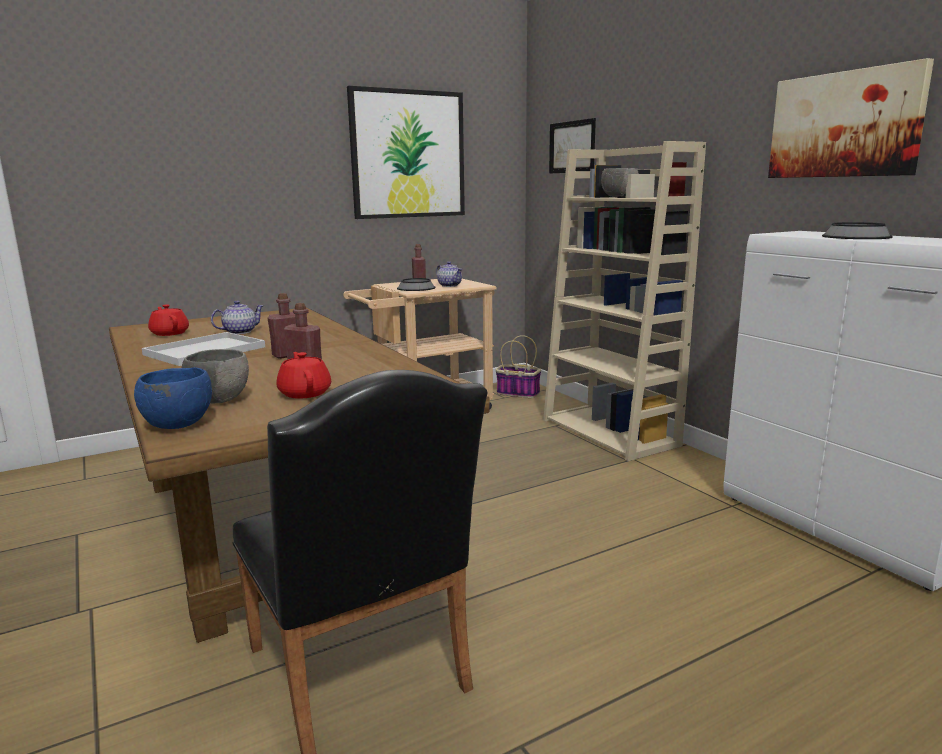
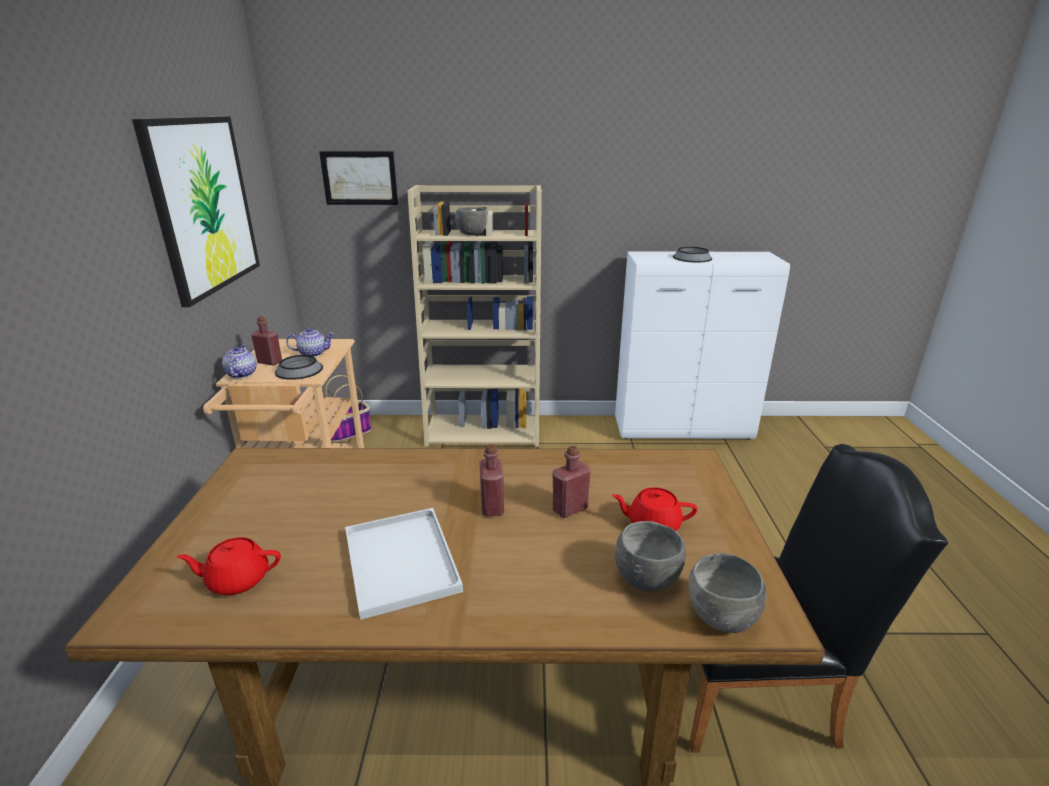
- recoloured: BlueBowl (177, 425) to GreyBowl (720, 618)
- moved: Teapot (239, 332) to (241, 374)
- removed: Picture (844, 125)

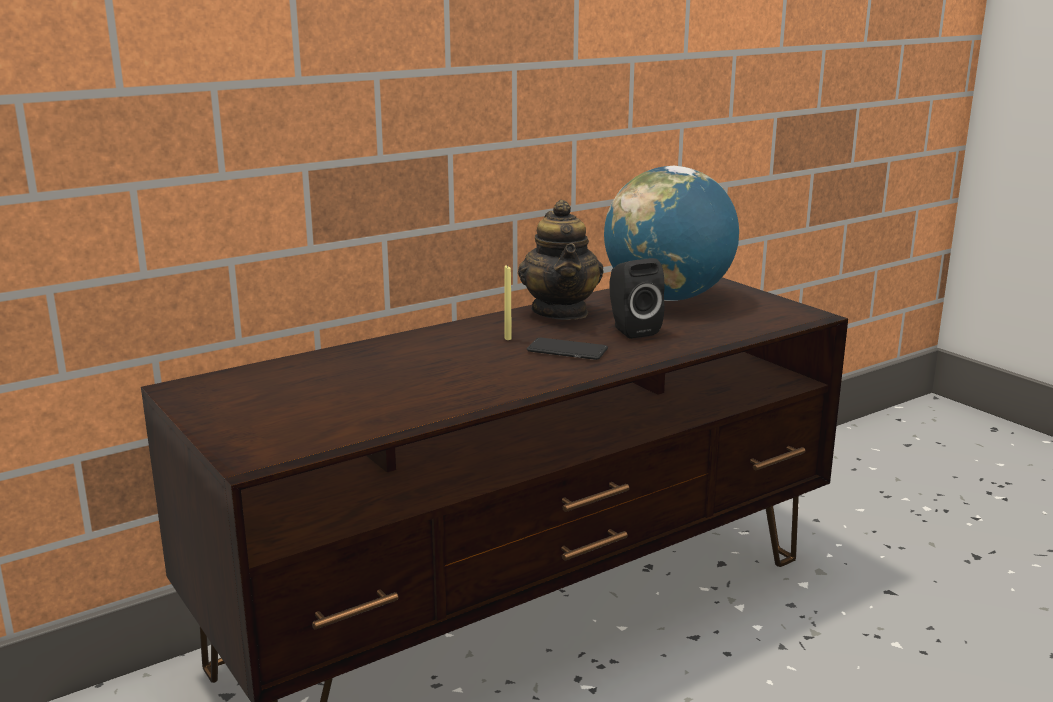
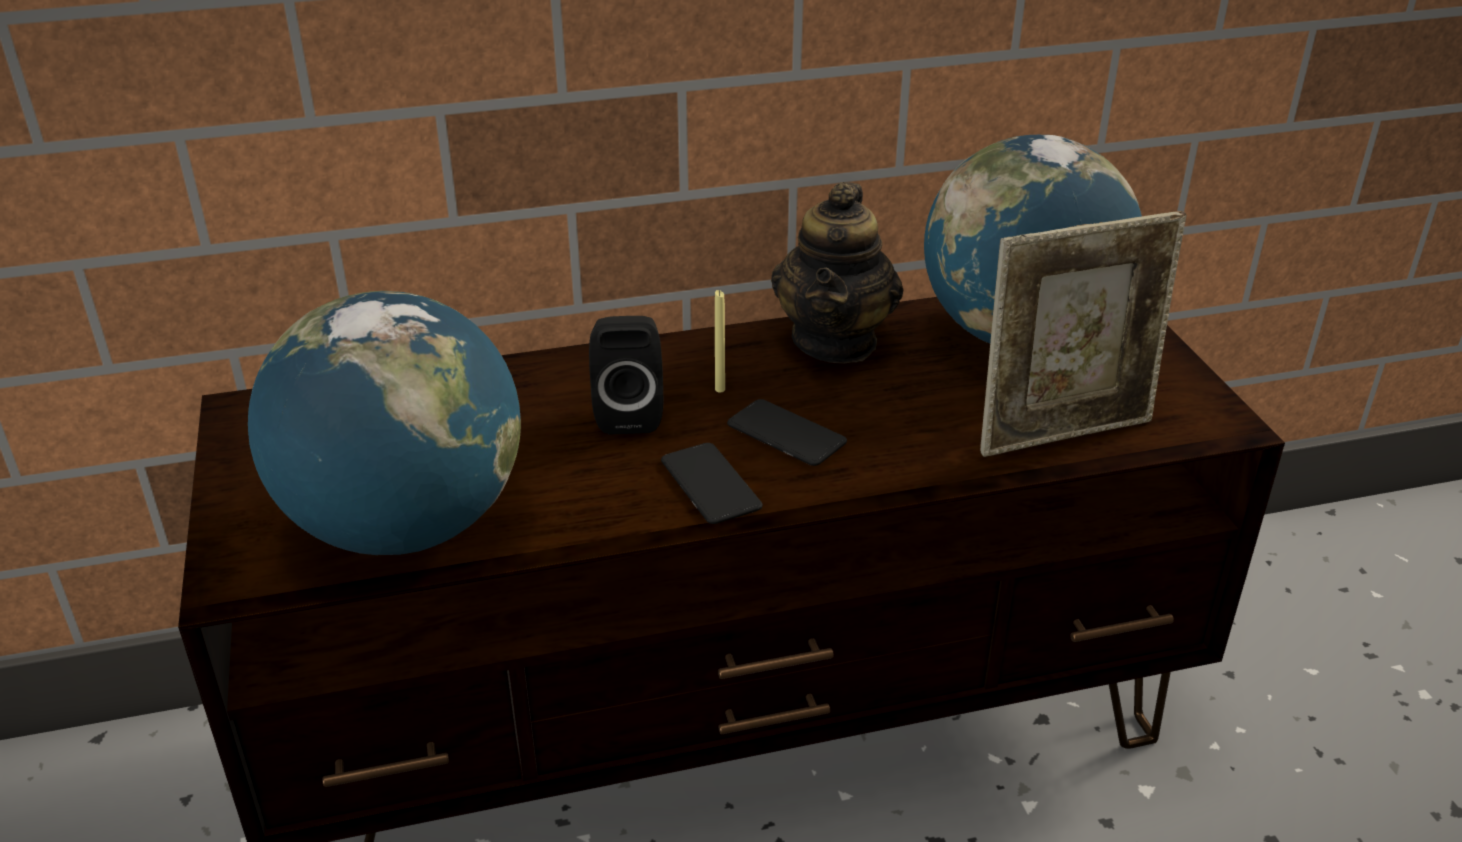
- moved: BlackSpeaker (631, 330) to (629, 413)
- added: Globe (405, 525)
- added: Phone (710, 485)
- added: PictureFrame (1064, 432)

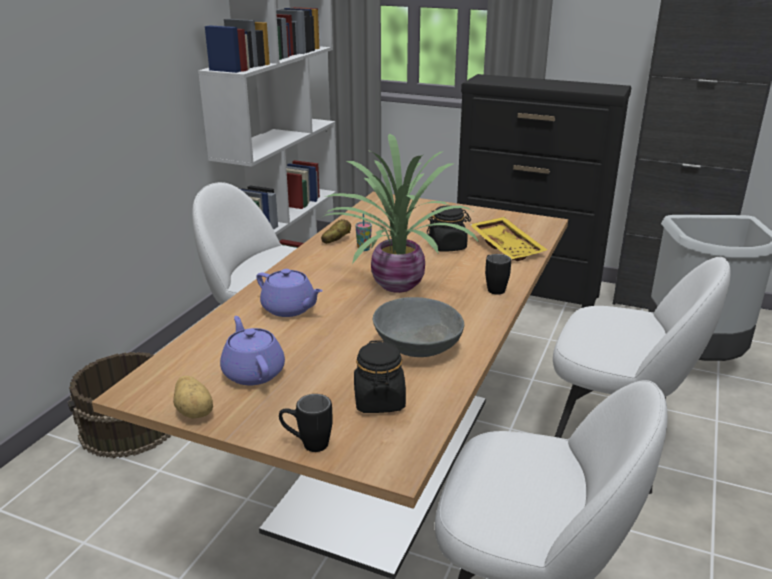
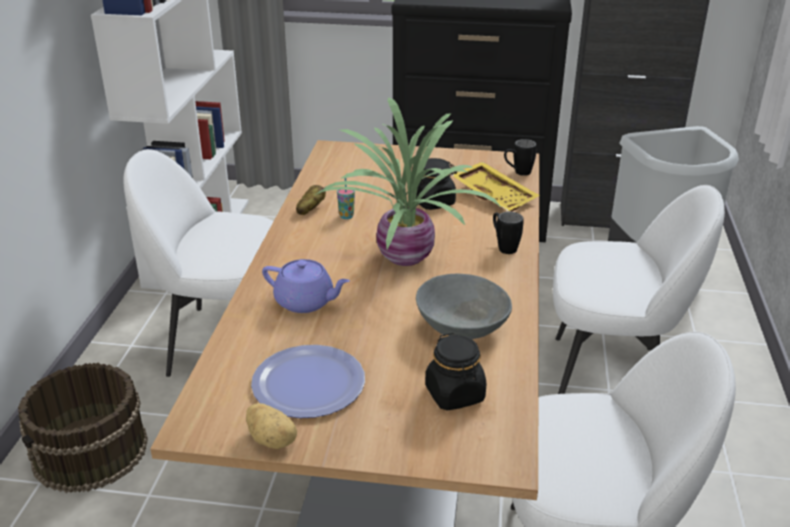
- replaced: PurpleTeapot (253, 372) to Plate (308, 383)
- moved: BlackMug (307, 444) to (518, 173)

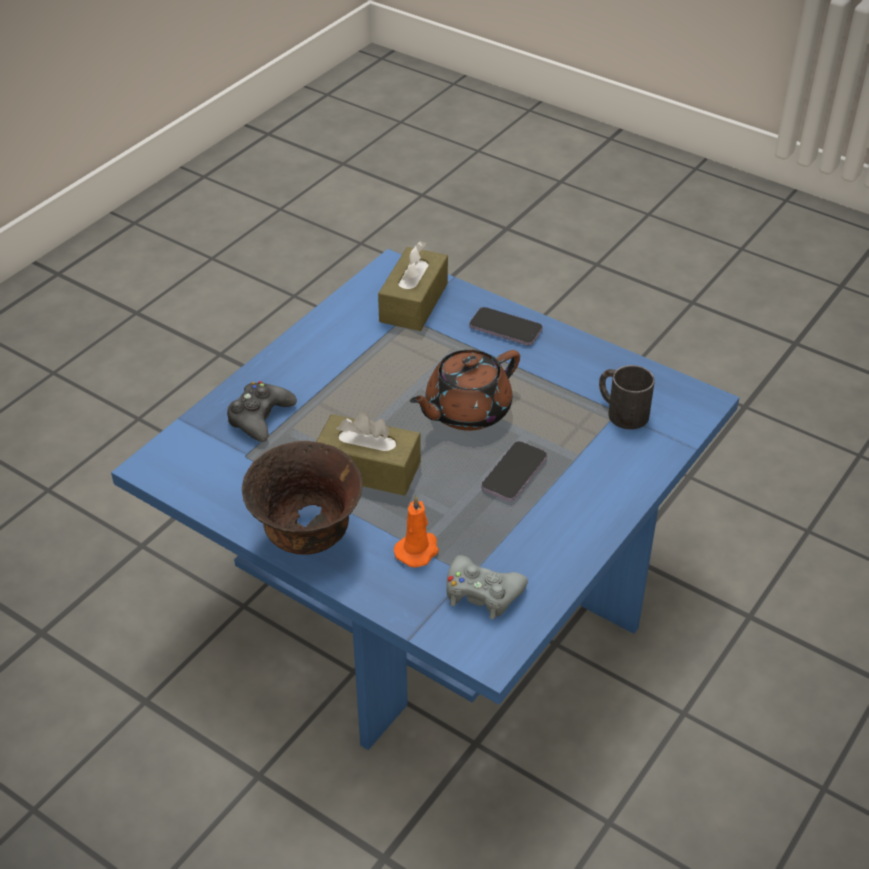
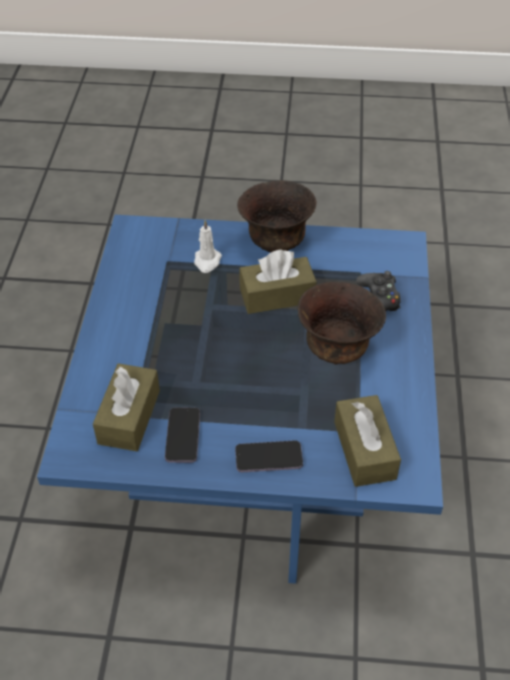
- recoloured: OrangeCandle (418, 550) to WhiteCandle (207, 261)
- removed: BrownTeapot (466, 411)
- removed: GreyGameController (482, 593)
- moved: Phone (514, 473) to (183, 436)
- replaced: BlackMug (621, 411) to BrownTissueBox (129, 417)
- added: BrownBowl (336, 349)

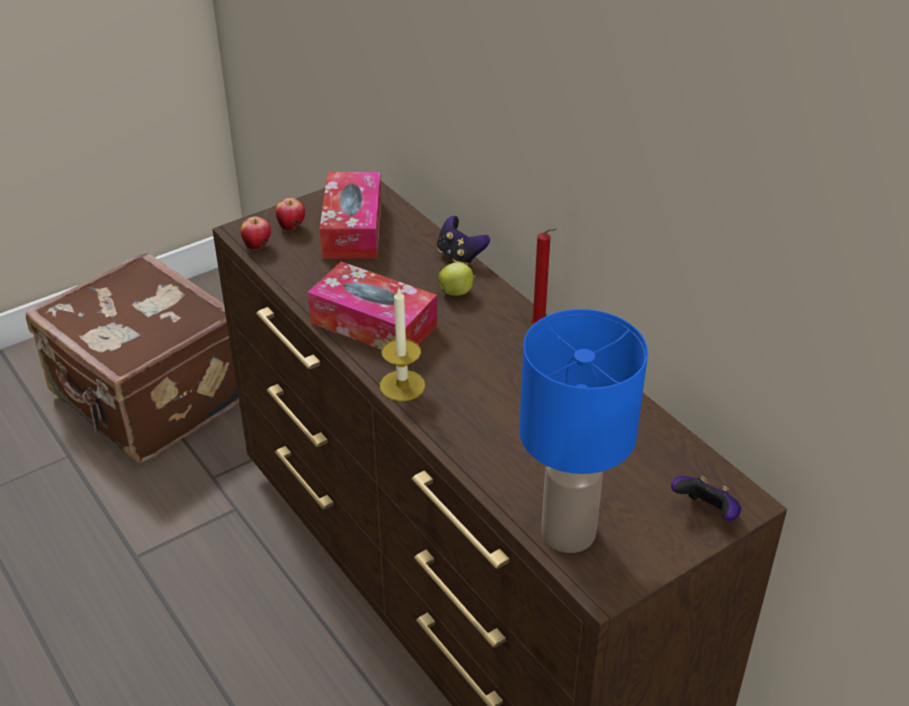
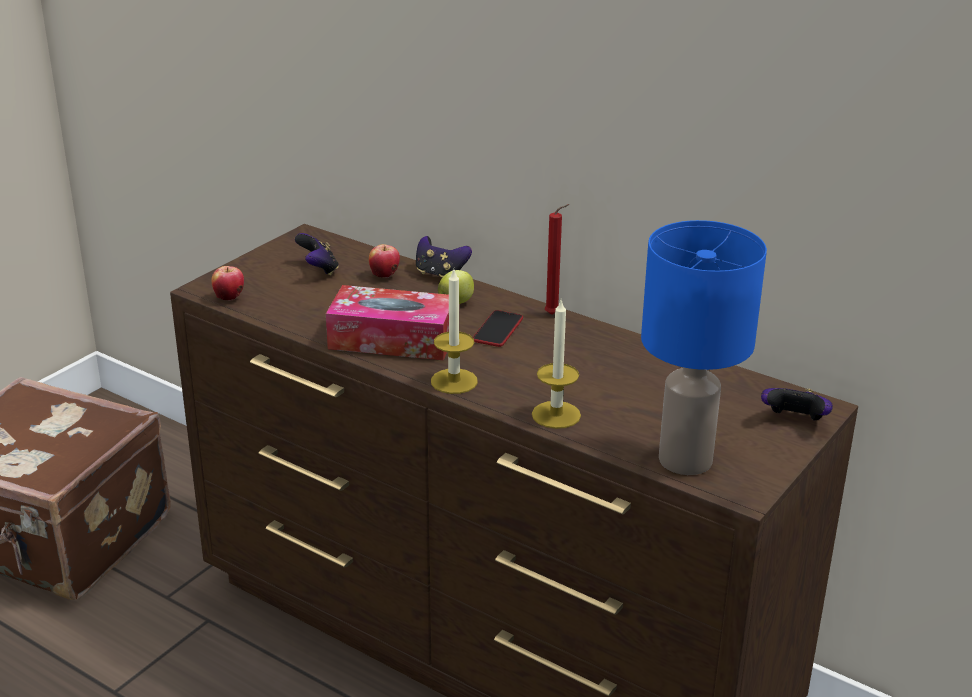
- moved: Apple (292, 227) to (384, 275)
- replaced: TissueBox (352, 229) to GameController (318, 270)
- added: Phone (498, 330)
- added: Candle (556, 415)

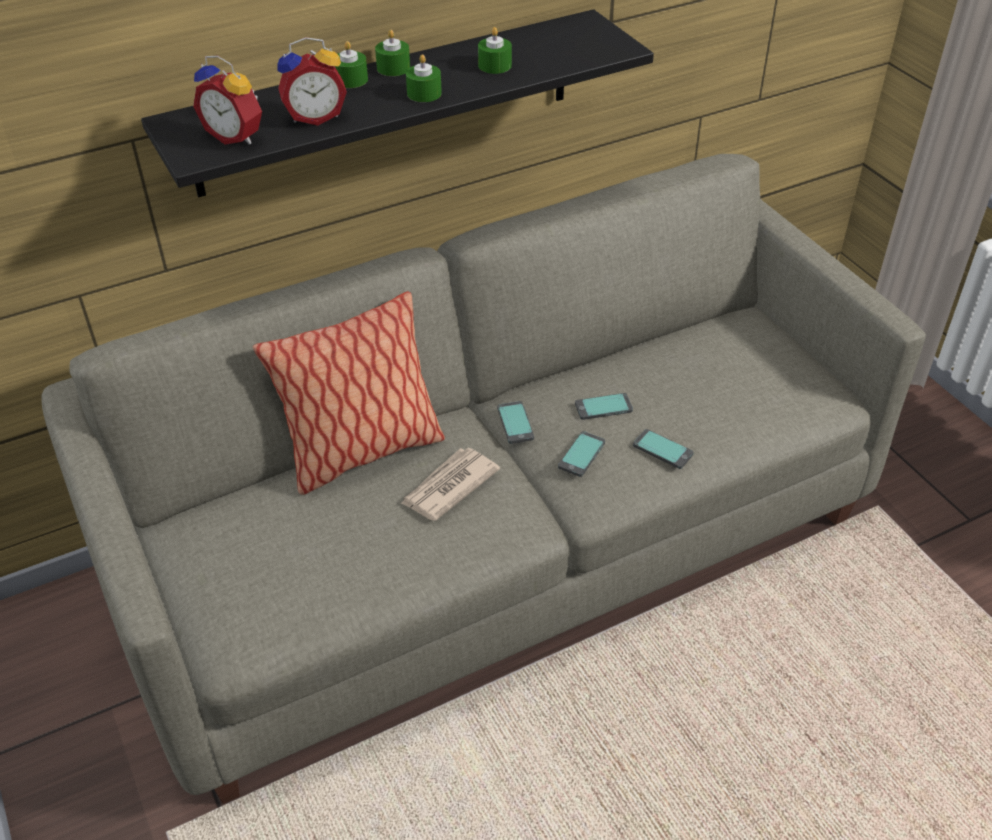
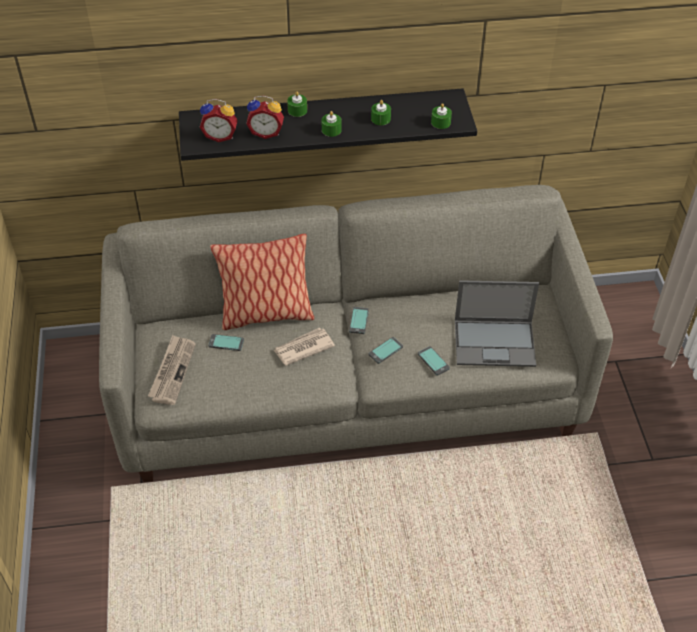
- turned: AlarmClock (236, 136) = (220, 136) 45 degrees counterclockwise
- moved: GreenCandle (393, 68) to (441, 122)
- moved: Phone (603, 407) to (226, 343)
- added: Newspaper (172, 371)
- added: Laptop (495, 342)

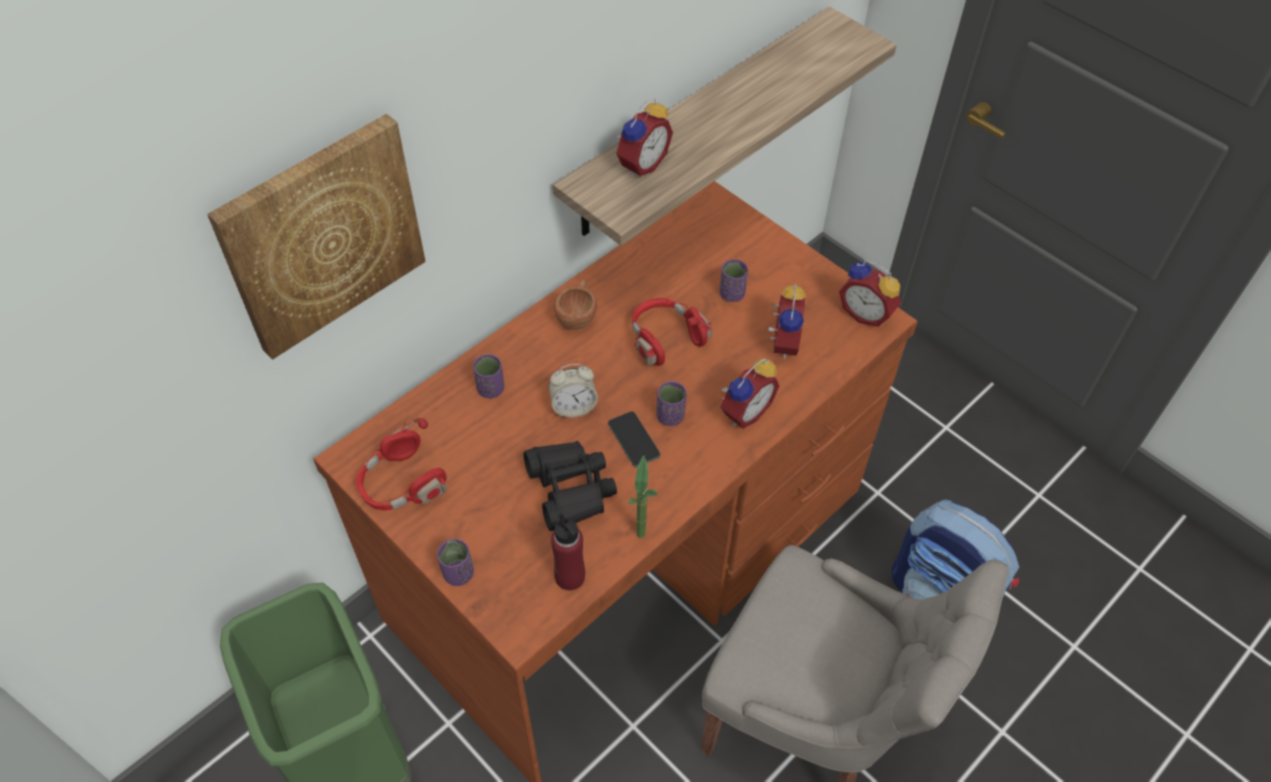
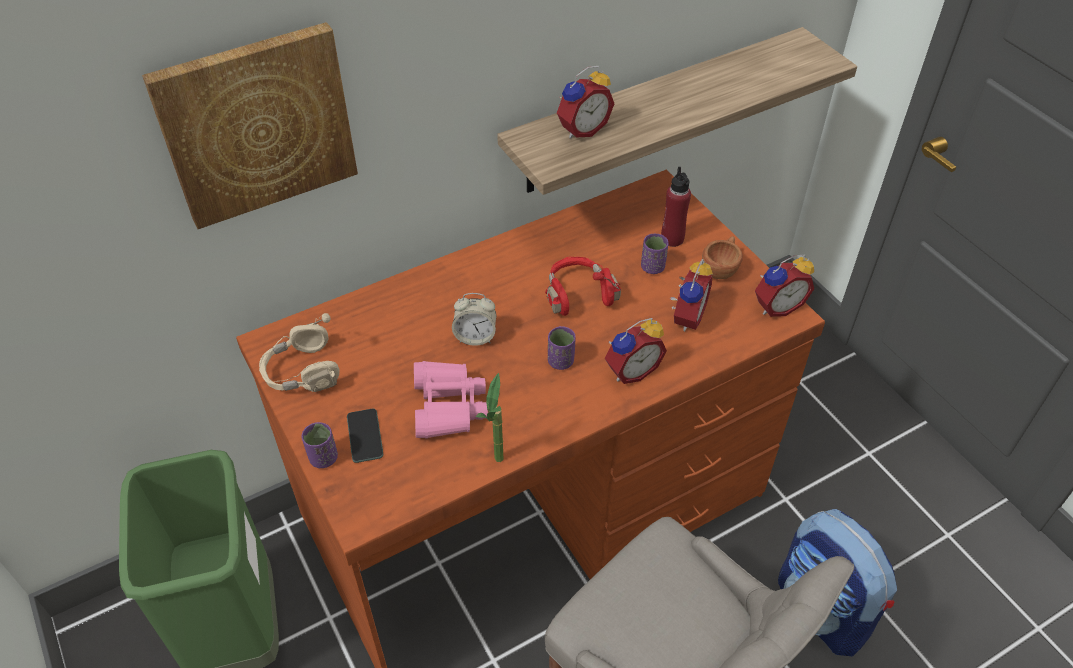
- recoloured: RedHeadphones (402, 484) to BeigeHeadphones (302, 372)
- removed: PurpleCup (491, 389)
- recoloured: BlackBinoculars (570, 489) to PinkBinoculars (448, 406)
- moved: RedBottle (570, 577) to (672, 239)
- moved: BrownCup (577, 316) to (721, 268)
- moved: Phone (633, 439) to (365, 436)
- turned: AlarmClock (866, 313) = (777, 306) 75 degrees counterclockwise

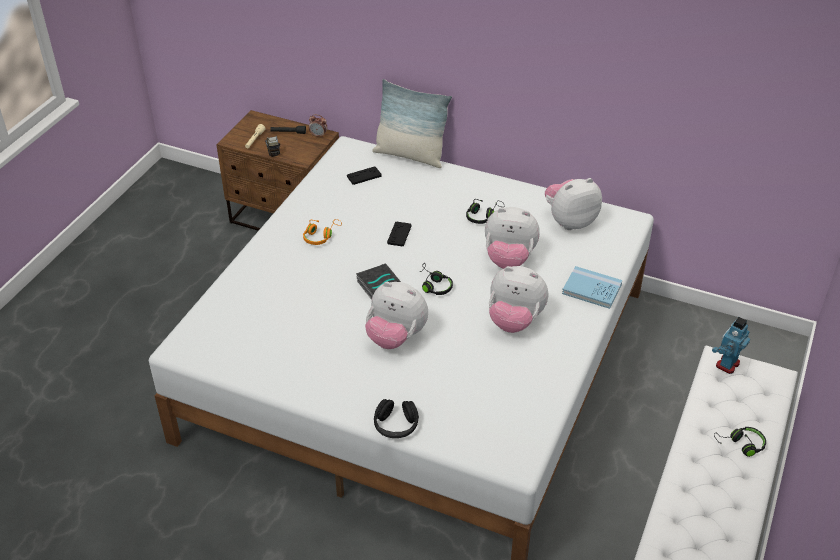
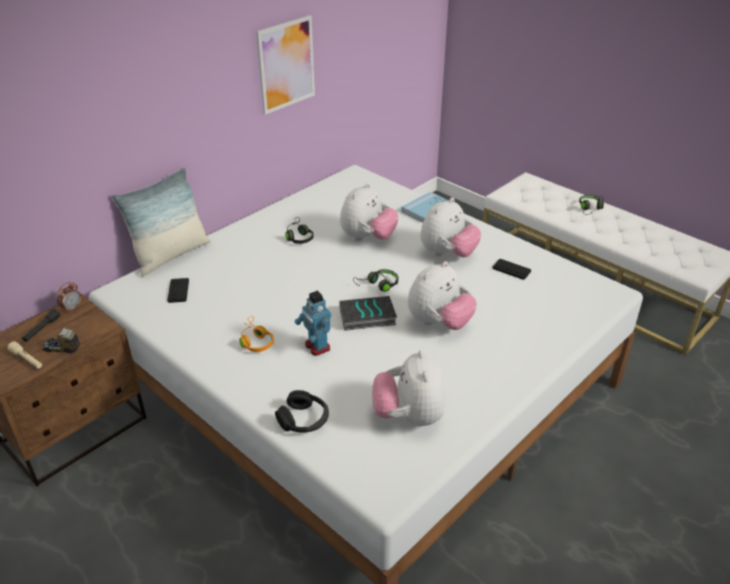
- moved: BlackHeadphones (396, 425) to (304, 420)
- moved: BlackGameController (399, 234) to (511, 270)
- moved: PlushToy (569, 221) to (409, 416)
- moved: ToyRobot (727, 364) to (317, 347)
- added: Picture (286, 65)

